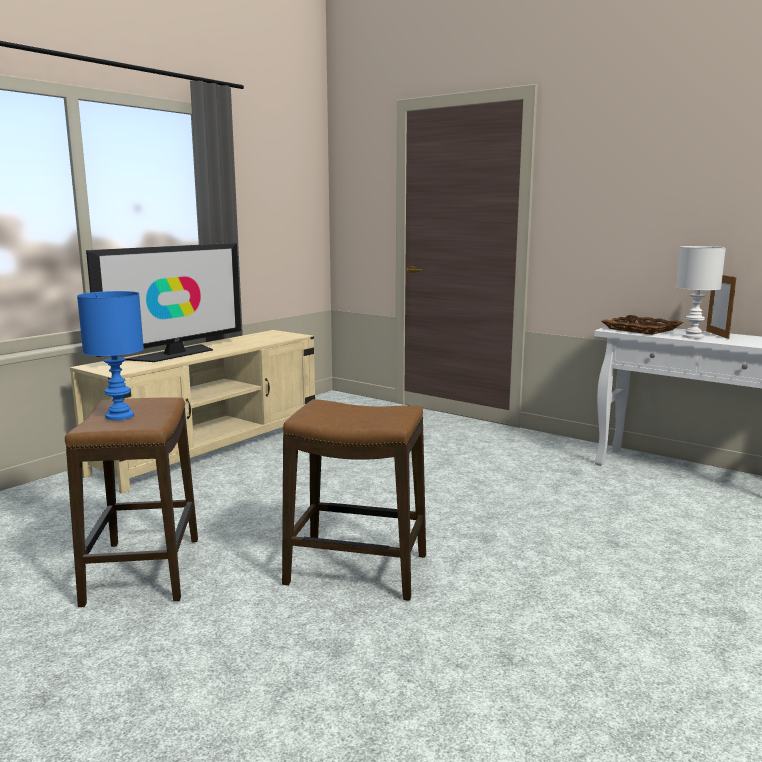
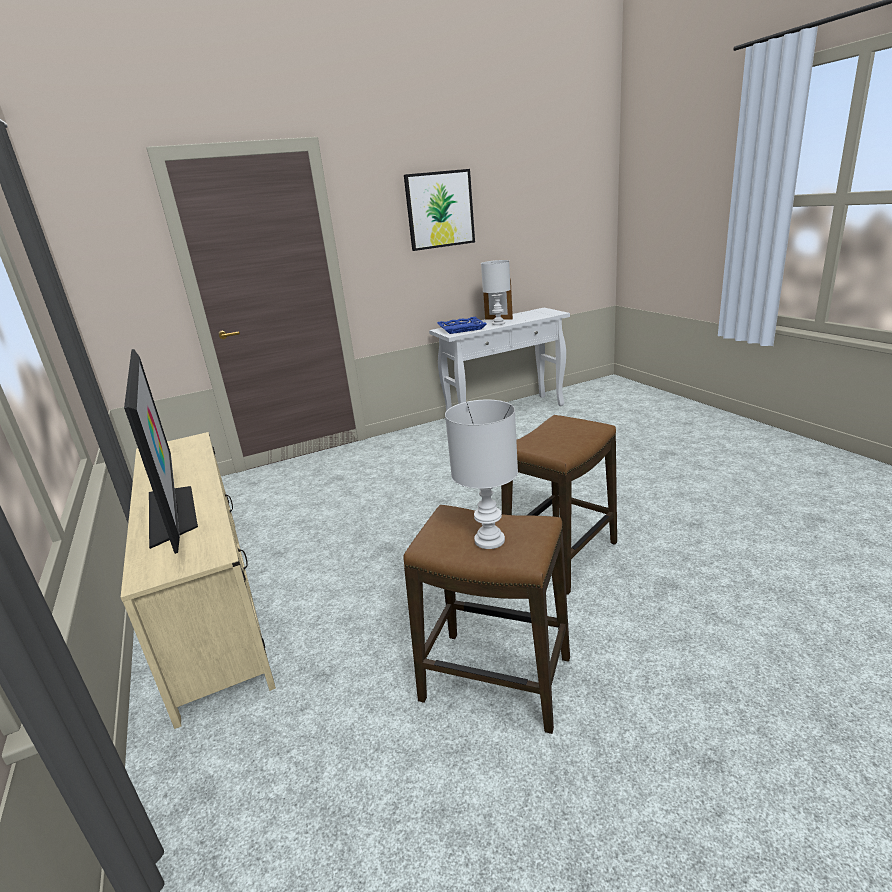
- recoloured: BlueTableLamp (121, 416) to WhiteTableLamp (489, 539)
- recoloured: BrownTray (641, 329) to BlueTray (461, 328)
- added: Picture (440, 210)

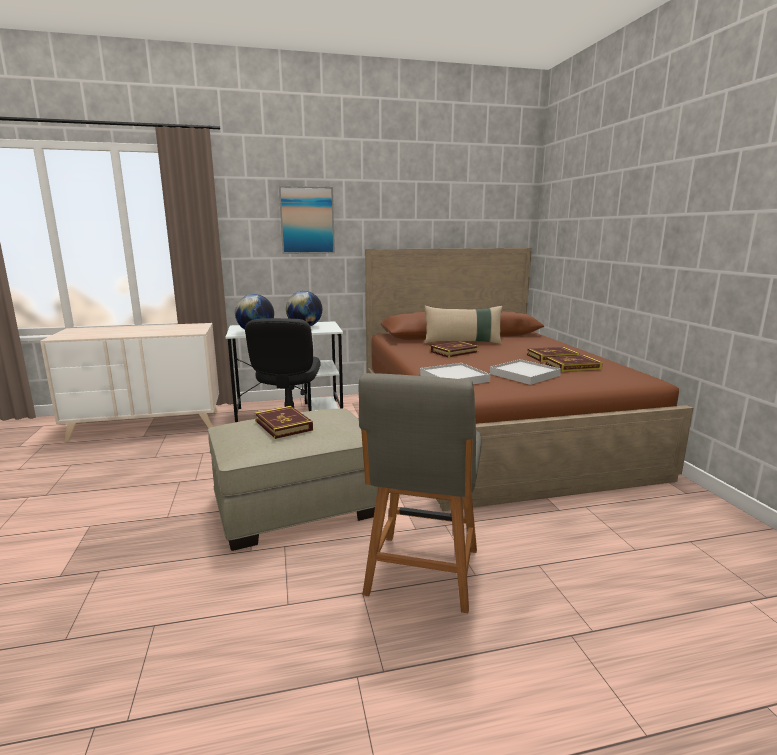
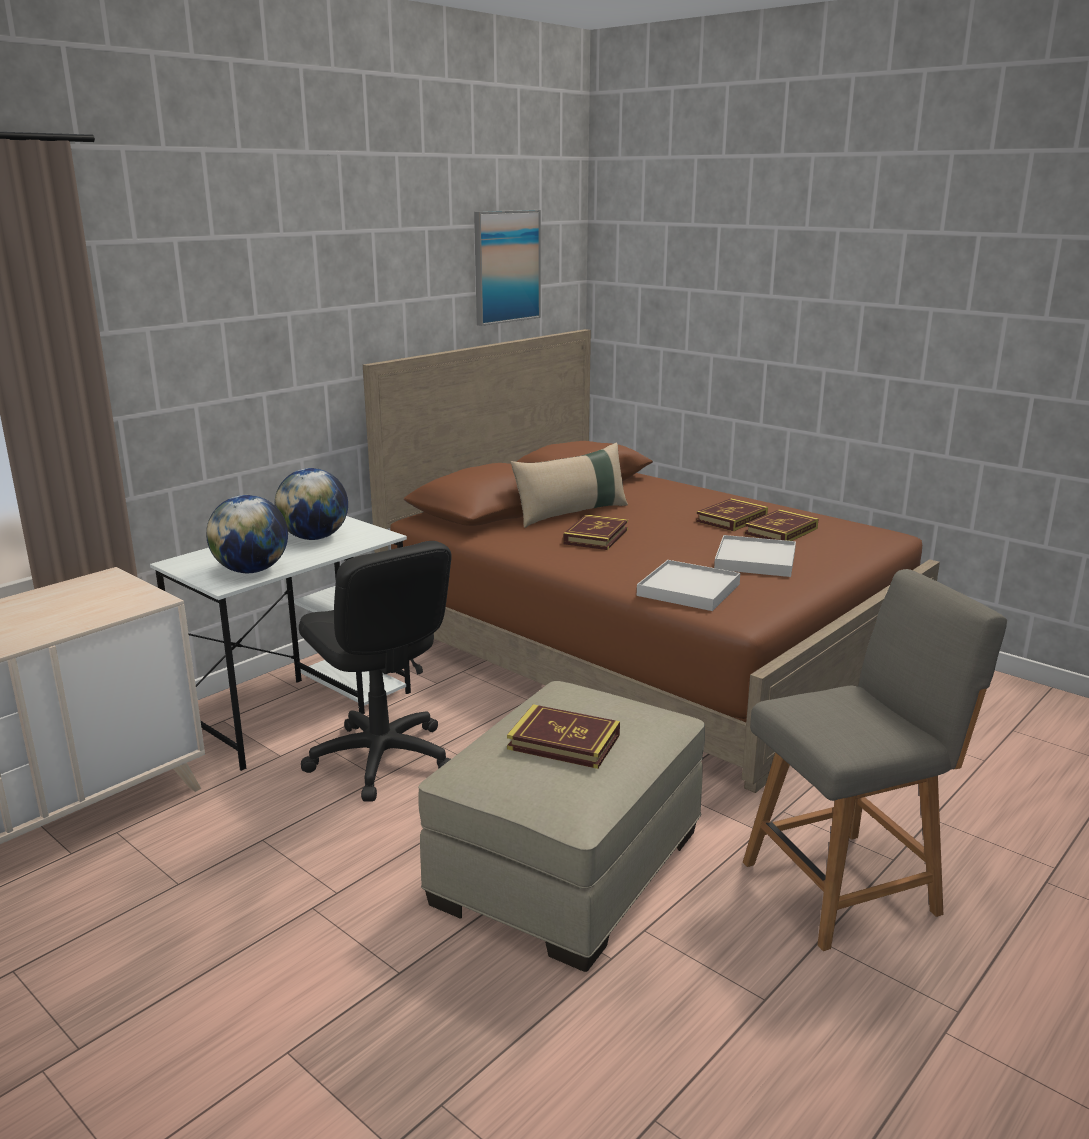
- moved: Picture (307, 220) to (506, 266)
- turned: GreyChair (422, 574) = (845, 886) 90 degrees counterclockwise

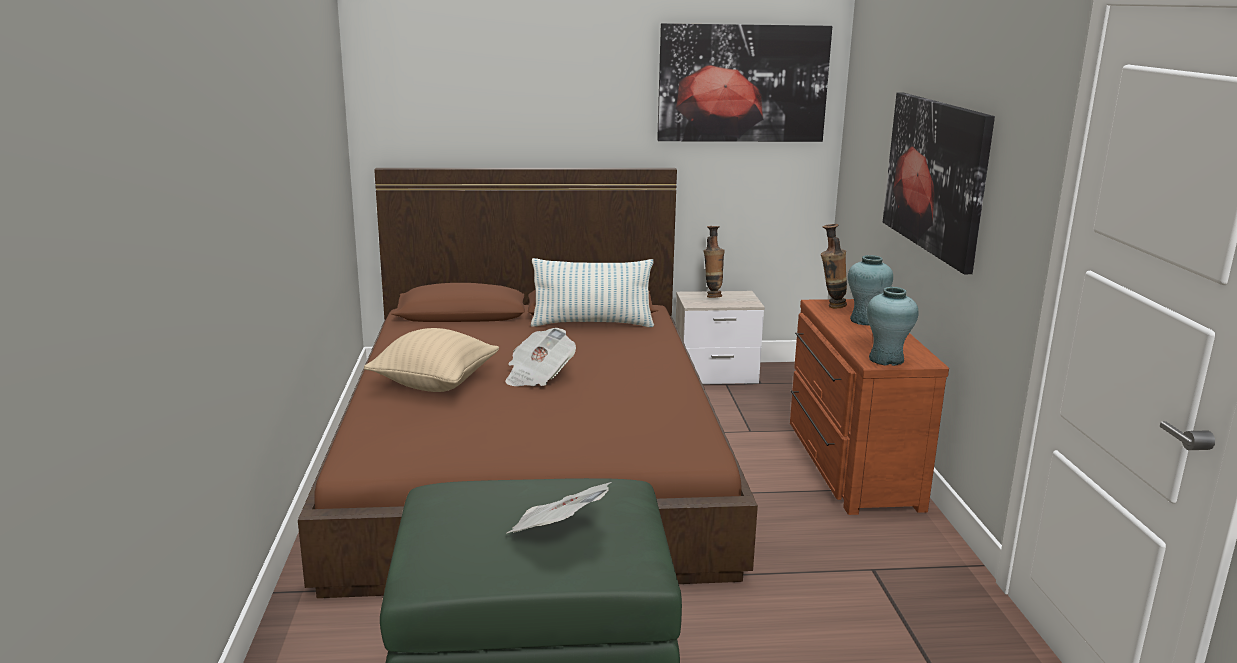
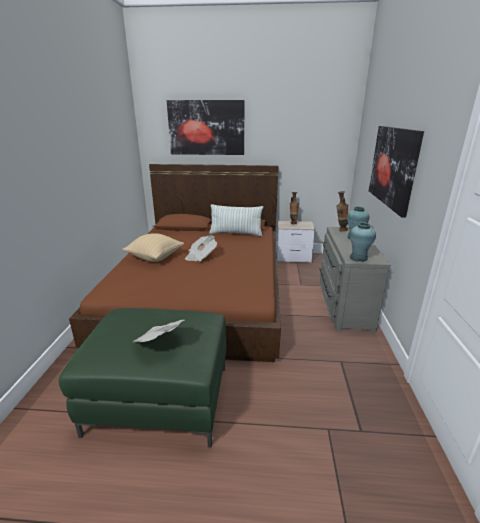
- moved: Picture (742, 83) to (206, 128)
- recoloured: BrownDresser (848, 463) to GreyDresser (342, 304)

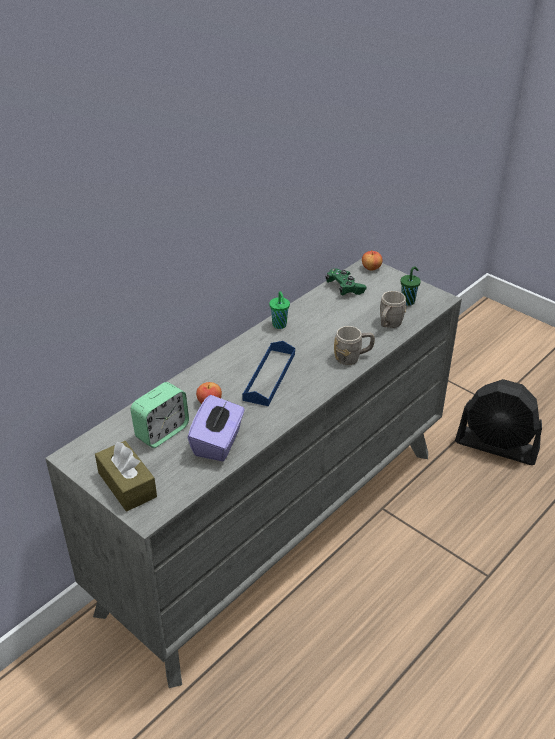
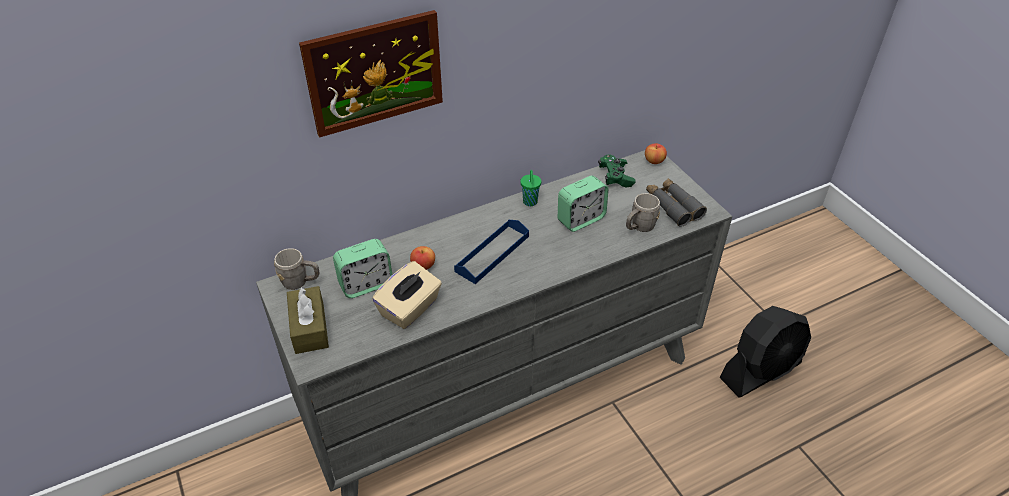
- recoloured: PurpleTissueBox (218, 442) to BeigeTissueBox (410, 309)
- moved: GreyMug (353, 357) to (300, 282)
- replaced: GreenCup (408, 301) to GreyBinoculars (673, 206)
- turned: BlackFan (497, 446) = (760, 371) 75 degrees counterclockwise
- added: Picture (374, 73)
- added: AlarmClock (581, 219)

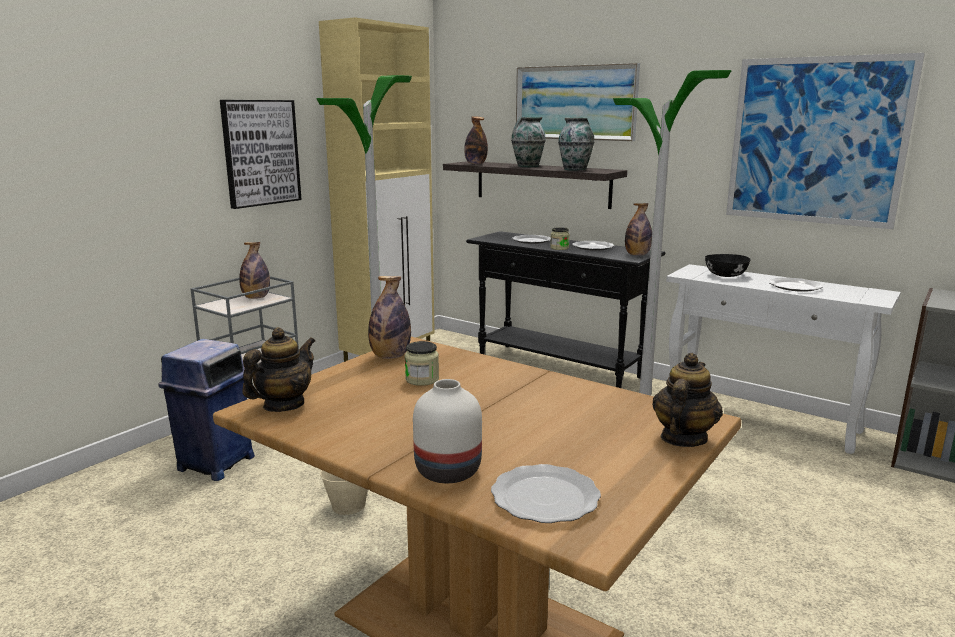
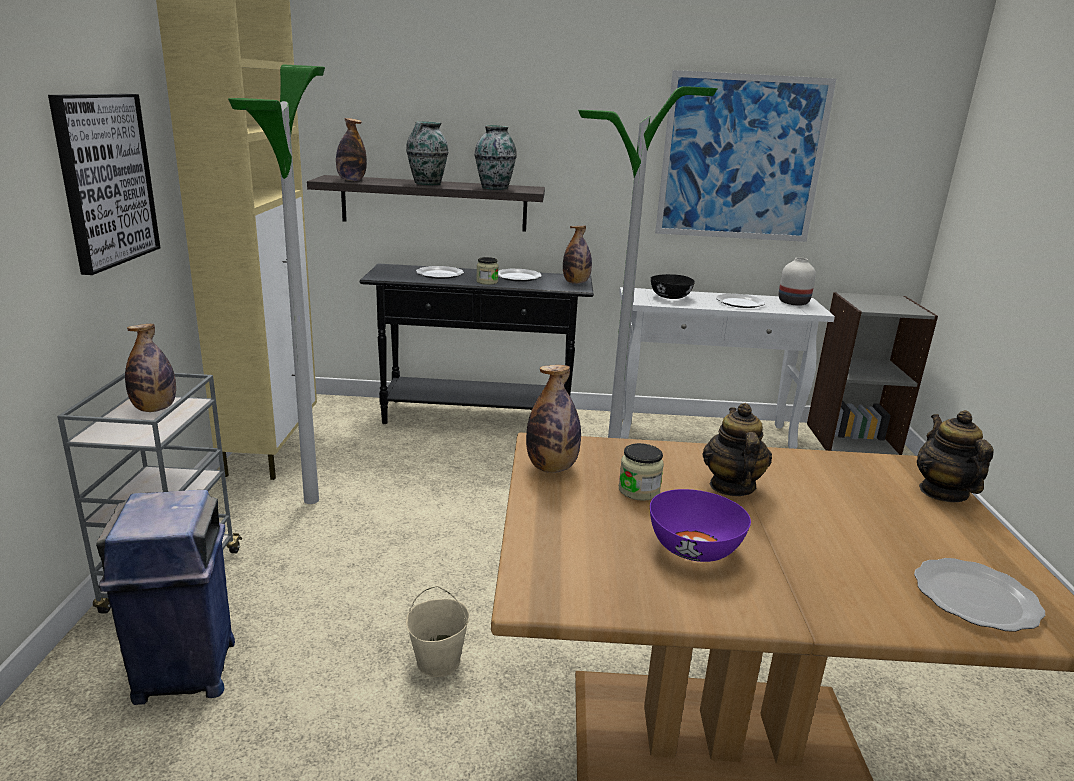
- moved: Teapot (283, 405) to (731, 486)
- moved: WhiteVase (450, 471) to (793, 302)
- removed: Picture (575, 102)
- added: PurpleBowl (693, 548)

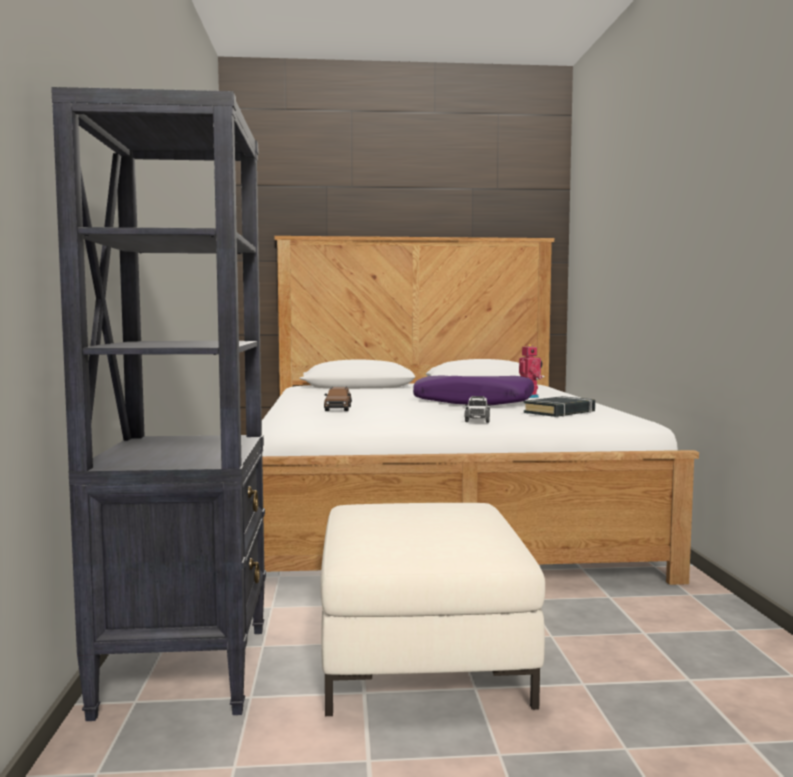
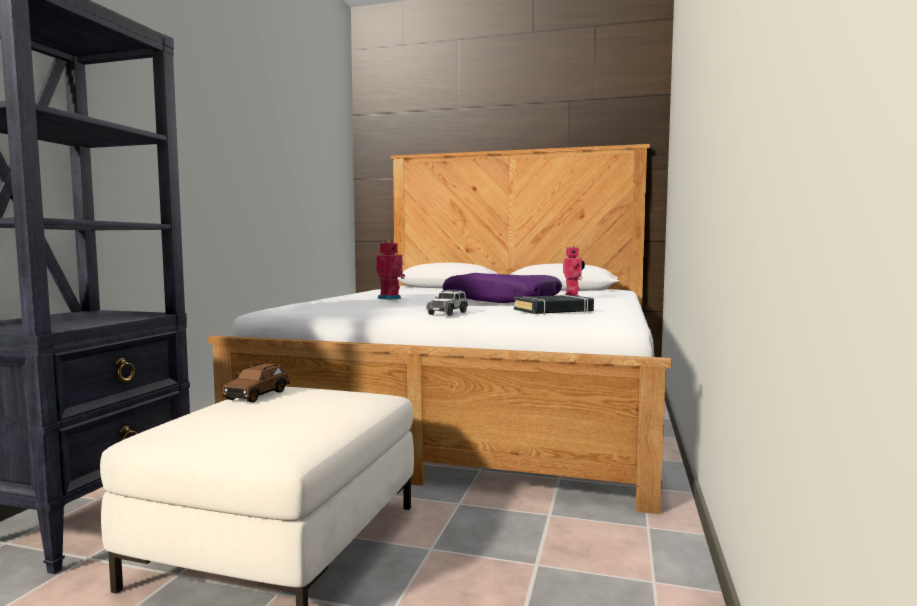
- moved: BrownToyCar (338, 408) to (257, 395)
- added: ToyRobot (390, 298)

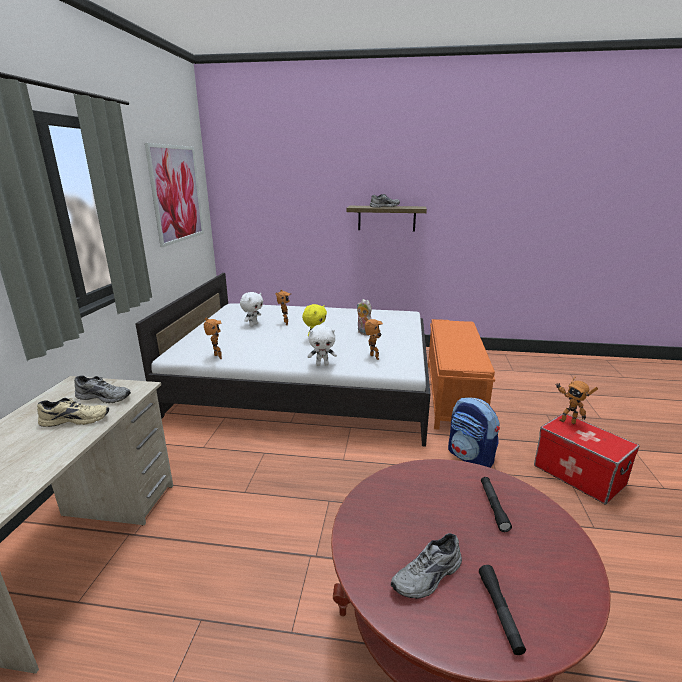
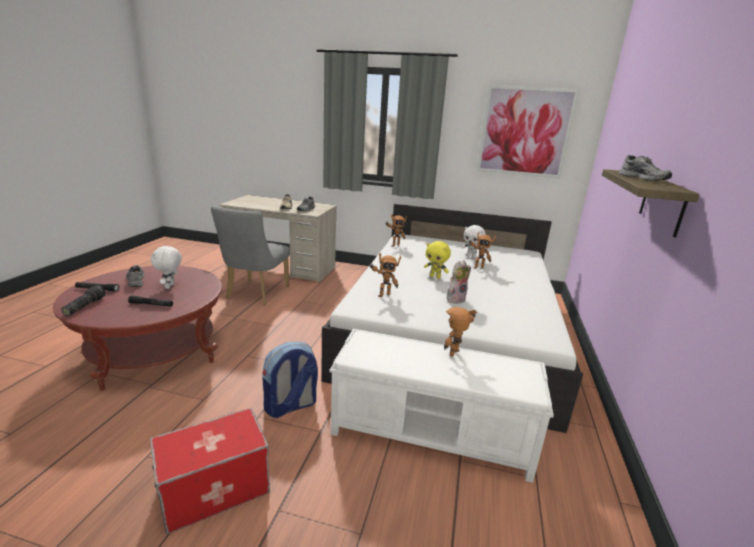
- moved: WhitePlushToy (322, 364) to (170, 286)
- recoloured: OrangeBench (452, 394) to WhiteBench (432, 434)
- moved: ToyRobot (567, 421) to (456, 354)
- added: Flashlight (84, 306)
- added: GreyChair (255, 294)

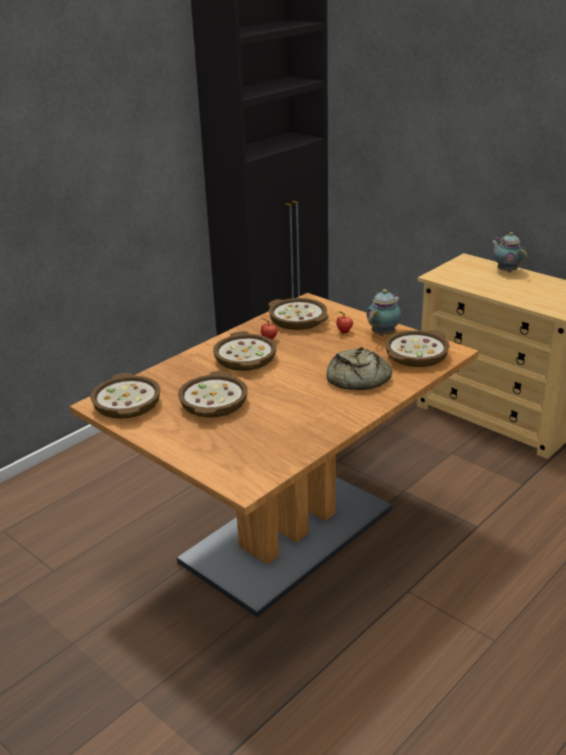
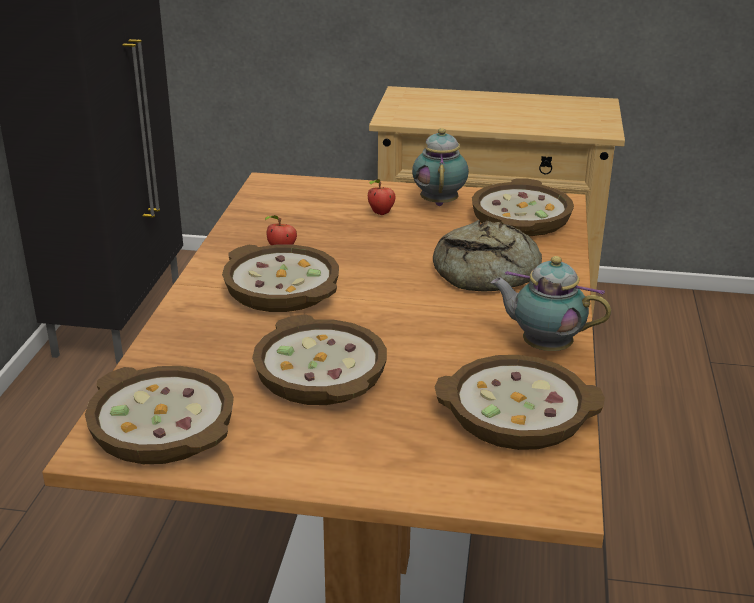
- moved: Bowl (298, 319) to (516, 414)
- moved: Teapot (506, 270) to (543, 346)

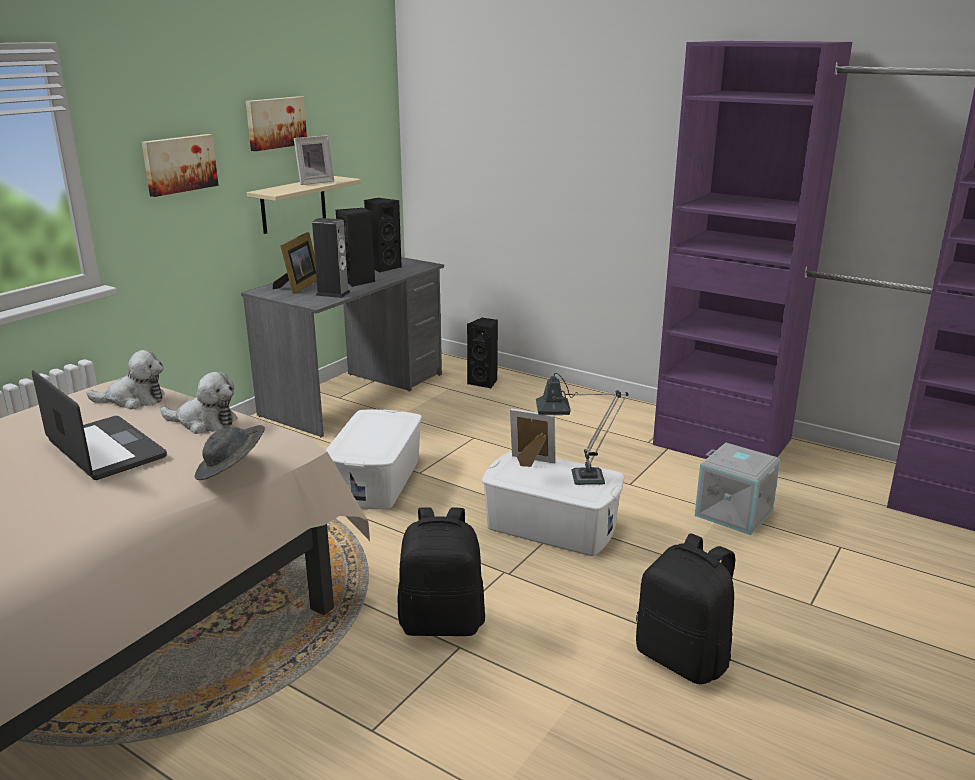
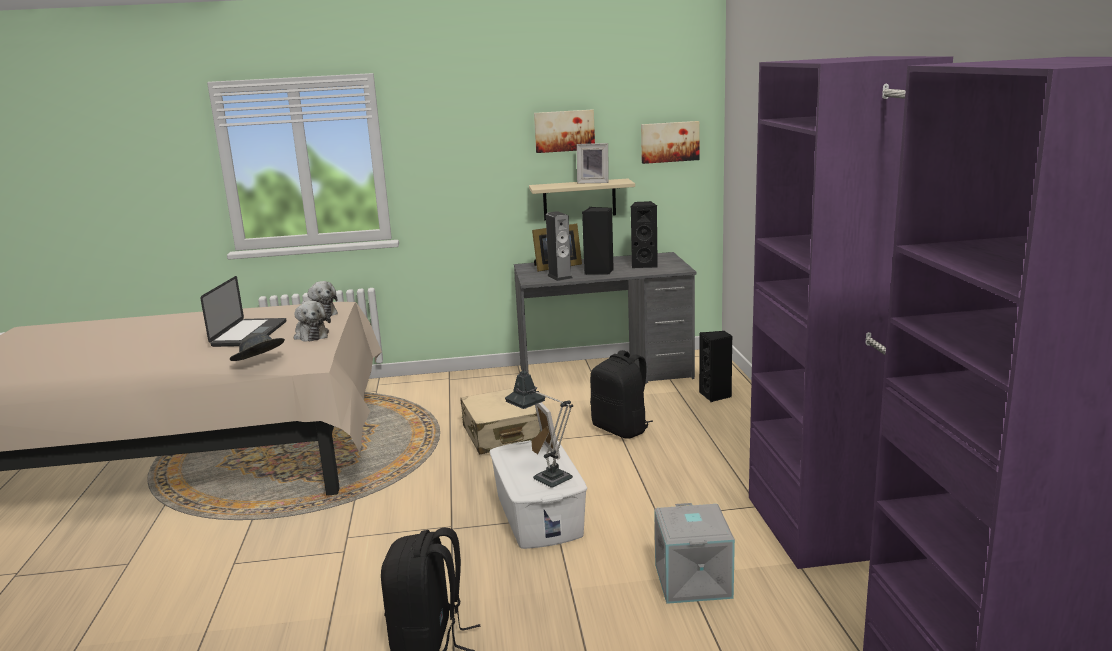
- moved: Picture (179, 164) to (669, 142)
- replaced: WhiteStorageBox (377, 480) to BeigeSuitcase (502, 435)
- moved: BlackBackpack (442, 622) to (621, 429)

